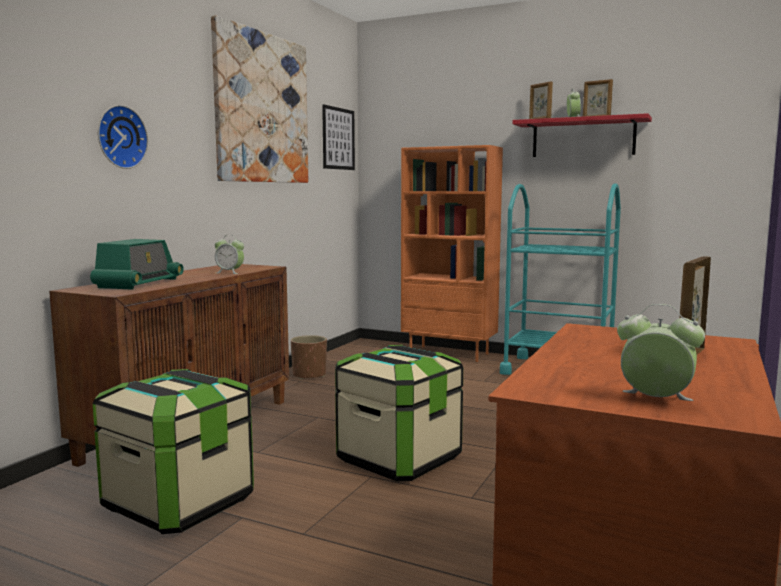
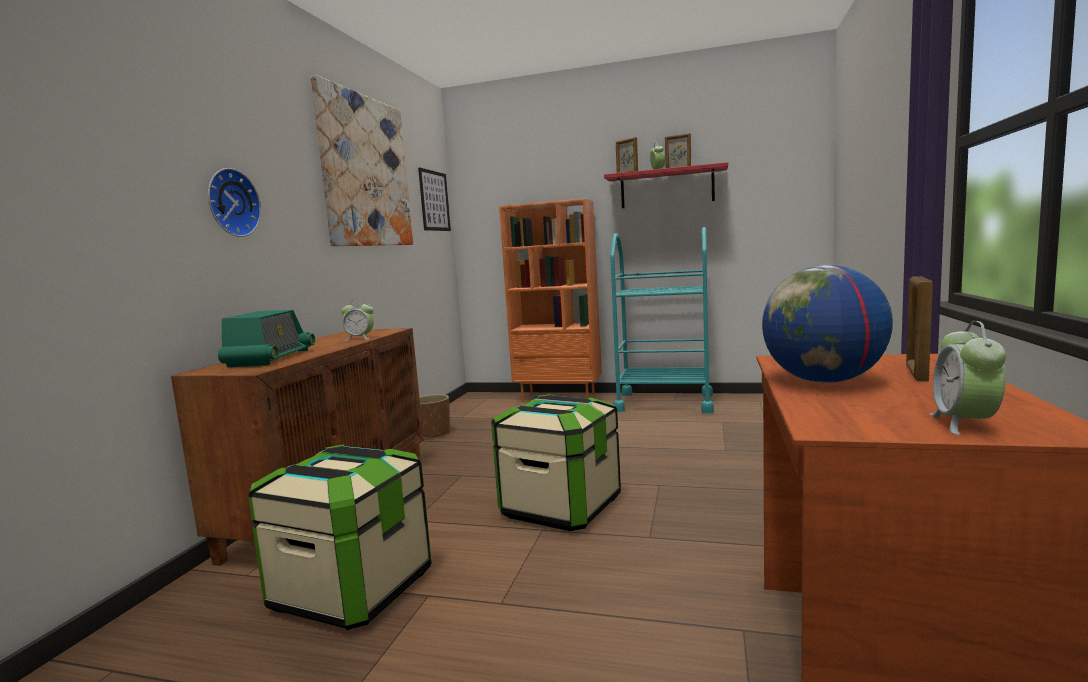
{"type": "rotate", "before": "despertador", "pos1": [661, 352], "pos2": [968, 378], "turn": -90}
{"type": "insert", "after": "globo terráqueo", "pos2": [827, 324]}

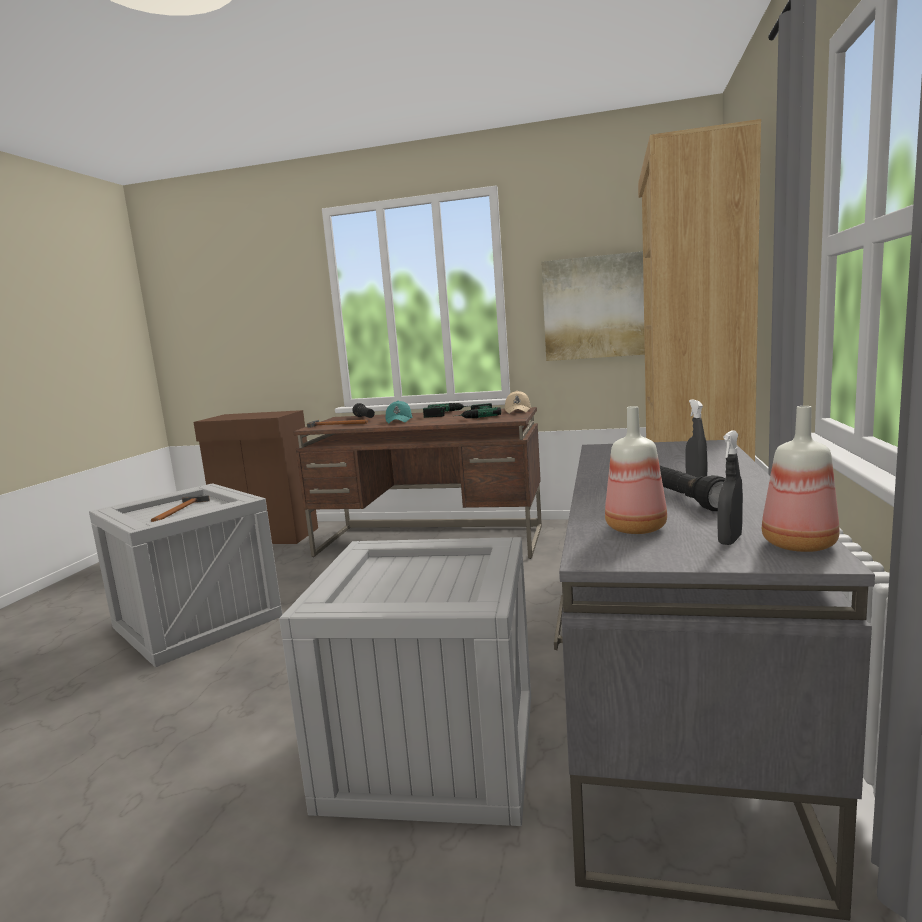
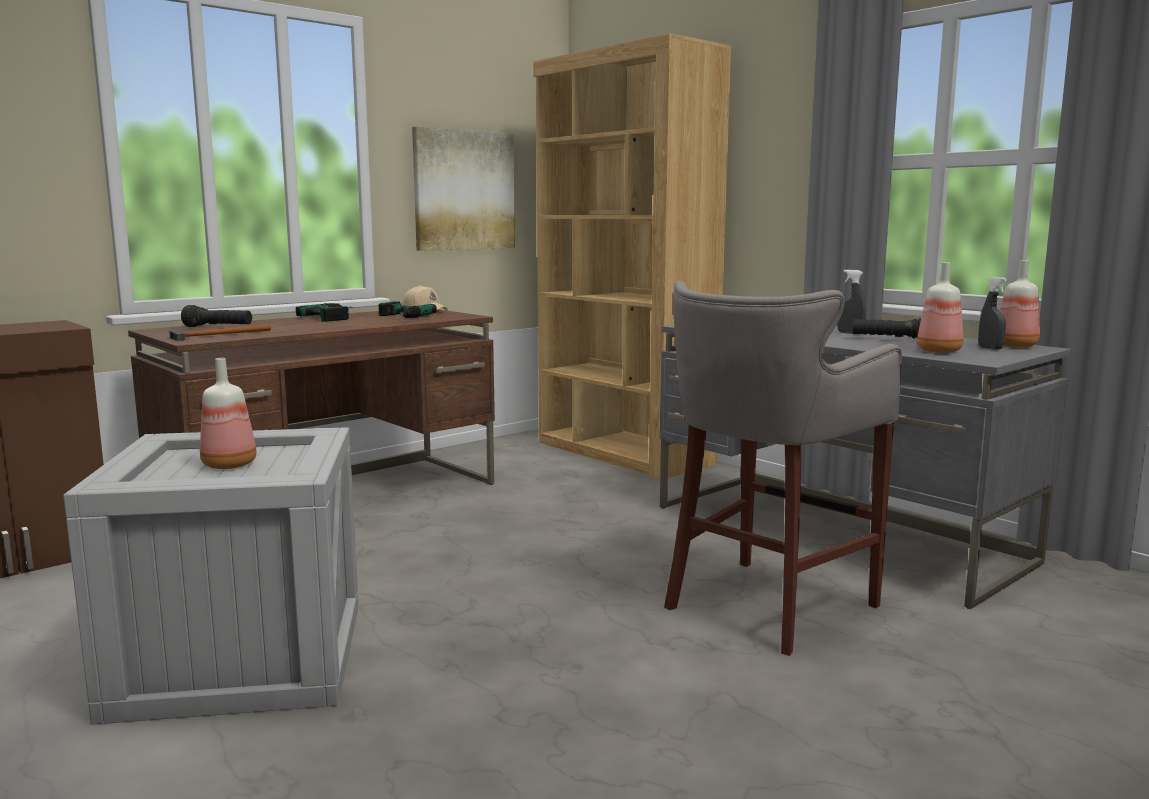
{"type": "delete", "before": "gorra/turquesa", "pos1": [398, 412]}
{"type": "replace", "before": "martillo", "after": "botella", "pos1": [180, 508], "pos2": [228, 413]}
{"type": "replace", "before": "caja de embalaje", "after": "taburete/gris", "pos1": [405, 681], "pos2": [783, 468]}

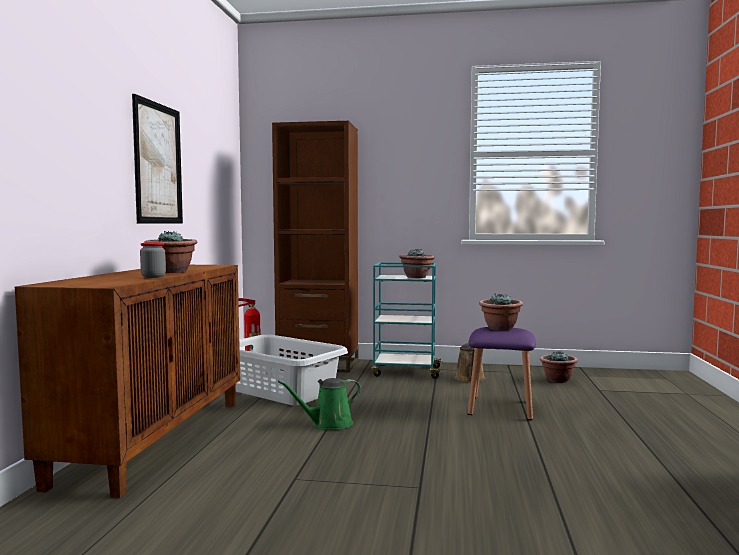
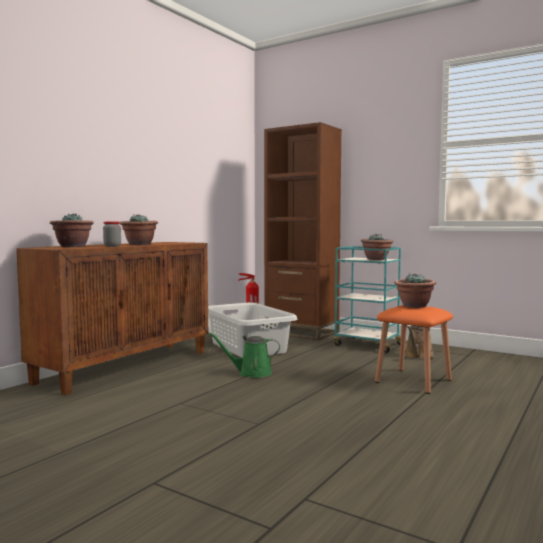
{"type": "delete", "before": "cuadro", "pos1": [157, 158]}
{"type": "recolor", "before": "taburete/morado", "after": "taburete/naranja", "pos1": [502, 373], "pos2": [414, 349]}
{"type": "move", "before": "planta en maceta", "pos1": [559, 367], "pos2": [72, 230]}

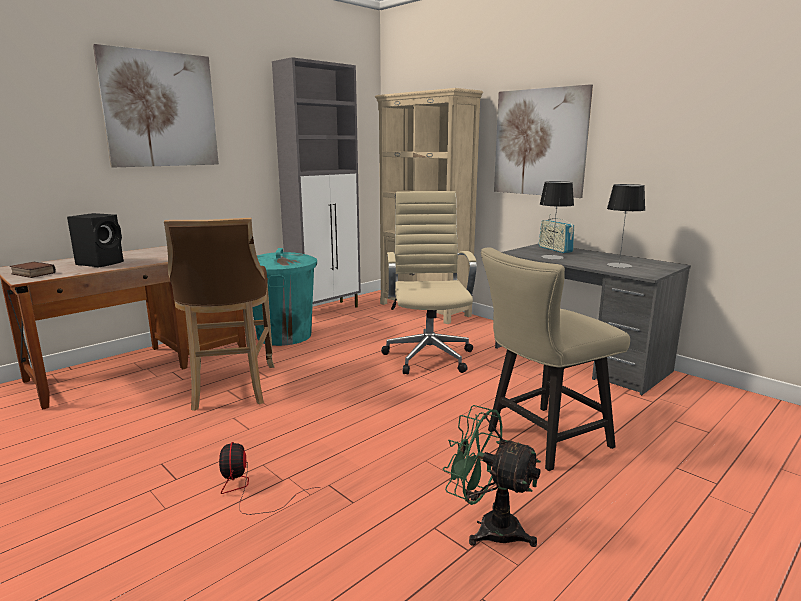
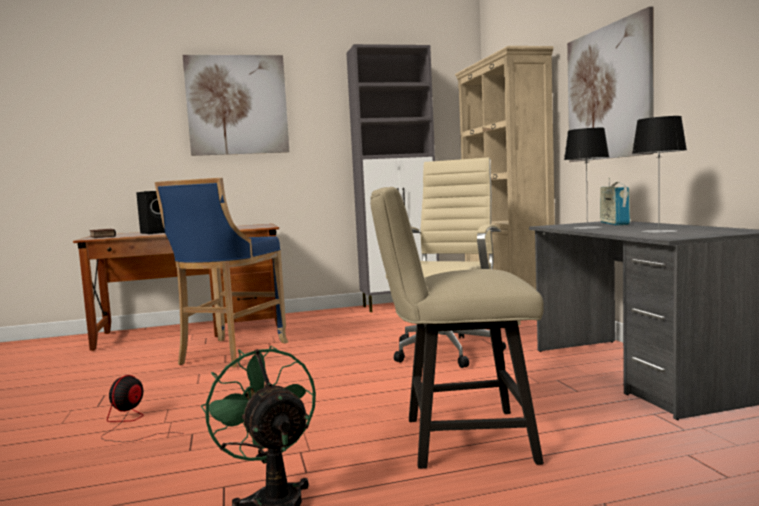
{"type": "recolor", "before": "taburete/marrón", "after": "taburete/azul", "pos1": [219, 314], "pos2": [221, 273]}
{"type": "delete", "before": "papelera/turquesa", "pos1": [284, 297]}

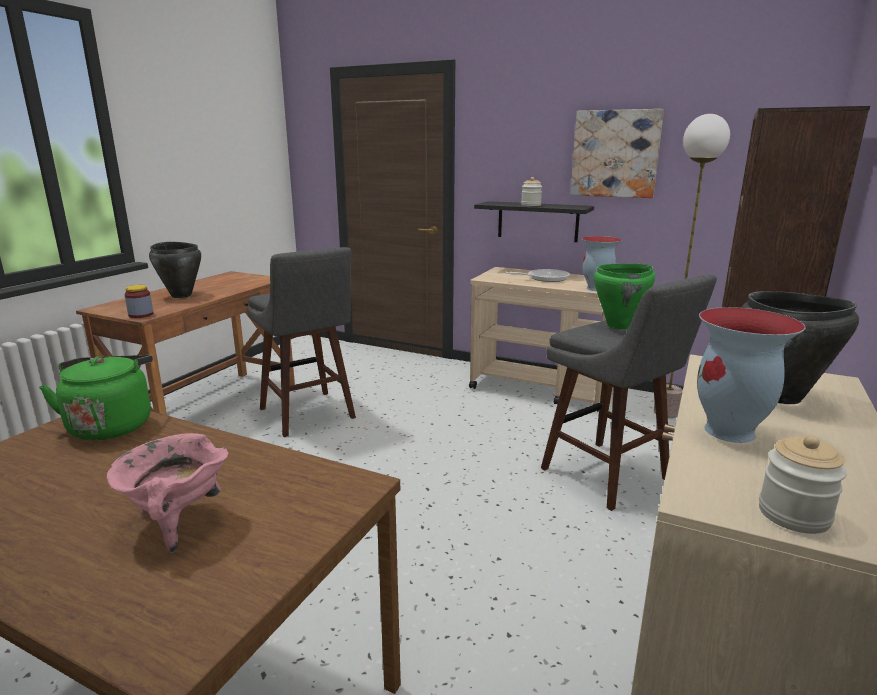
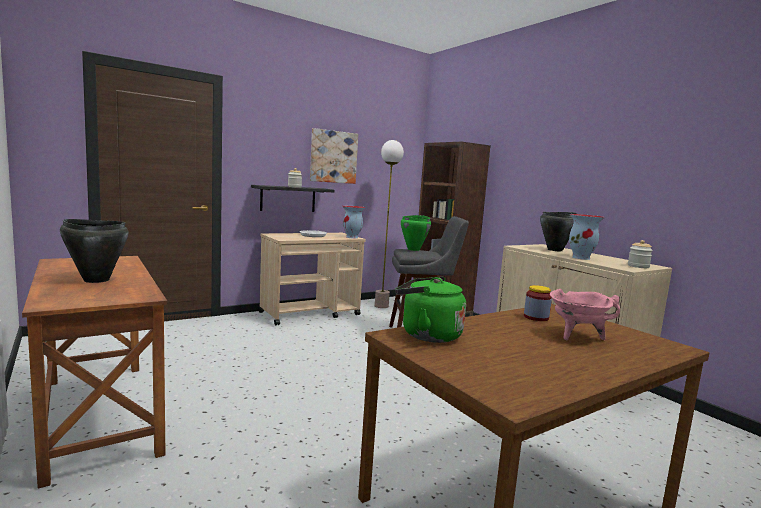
{"type": "delete", "before": "taburete/gris", "pos1": [302, 342]}
{"type": "move", "before": "tarro", "pos1": [138, 301], "pos2": [538, 303]}

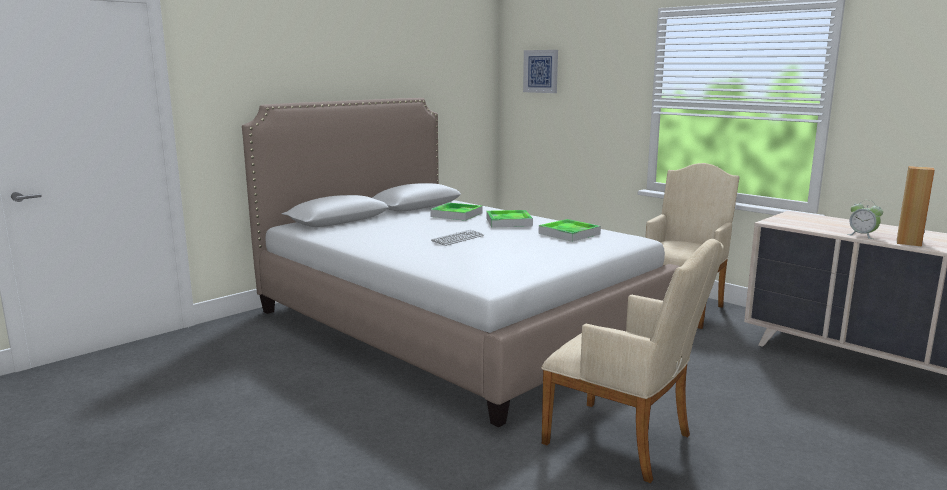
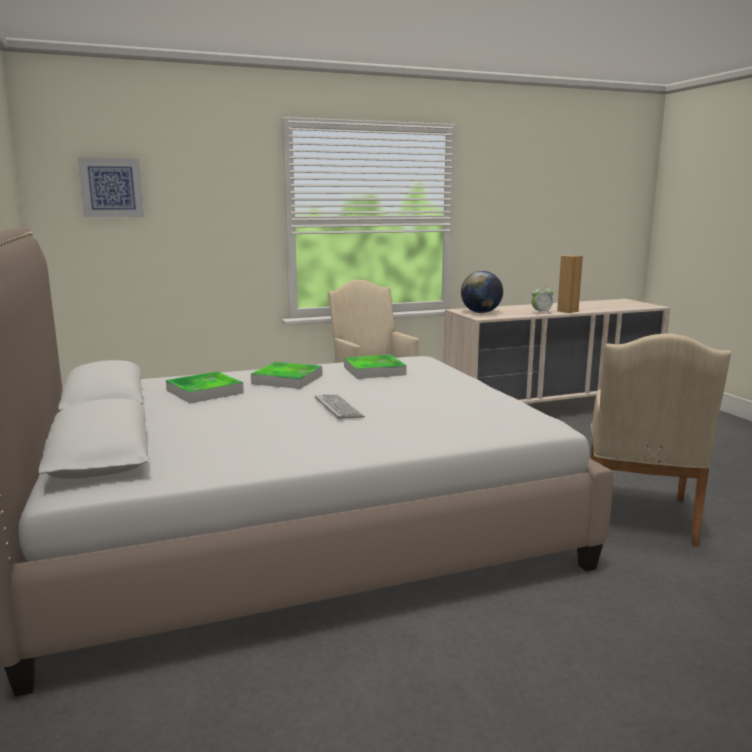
{"type": "rotate", "before": "sillón/beis", "pos1": [632, 361], "pos2": [661, 440], "turn": 135}
{"type": "insert", "after": "globo terráqueo", "pos2": [482, 292]}

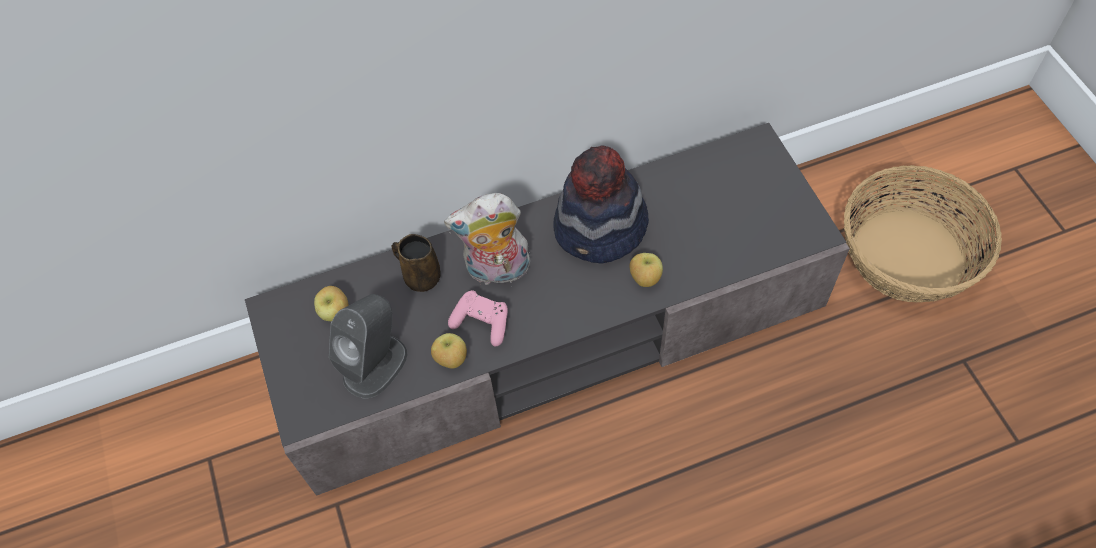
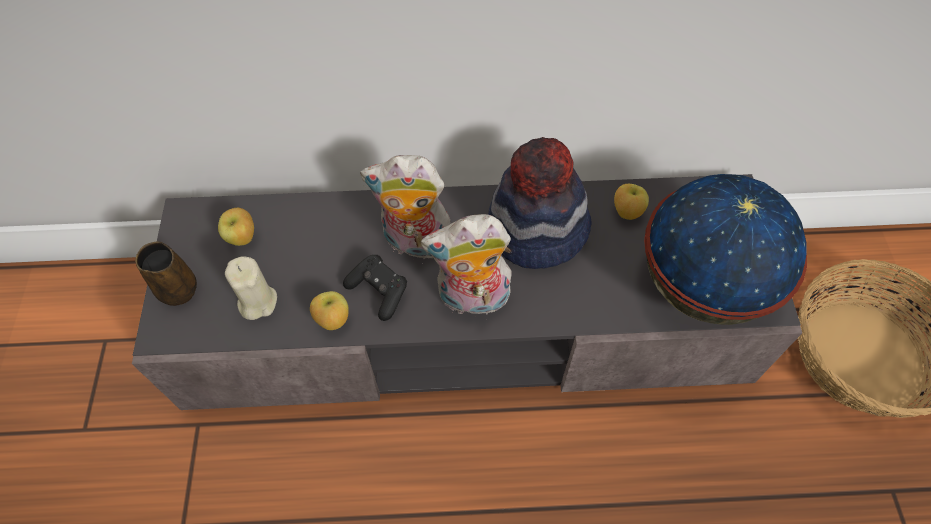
{"type": "move", "before": "taza grande/marrón", "pos1": [416, 263], "pos2": [166, 273]}
{"type": "move", "before": "manzana", "pos1": [646, 270], "pos2": [631, 202]}
{"type": "recolor", "before": "mando de consola/rosa", "after": "mando de consola/negro", "pos1": [478, 318], "pos2": [375, 288]}
{"type": "replace", "before": "altavoz/gris", "after": "vela/beis", "pos1": [368, 346], "pos2": [251, 288]}
{"type": "insert", "after": "globo terráqueo", "pos2": [725, 249]}
{"type": "insert", "after": "peluche", "pos2": [467, 264]}

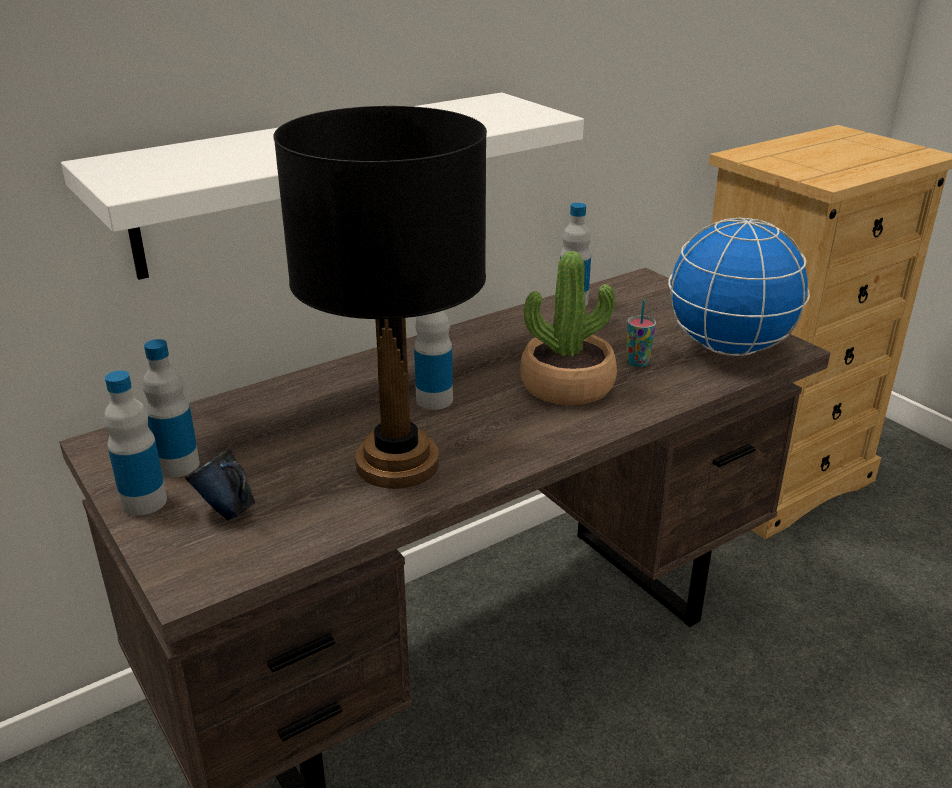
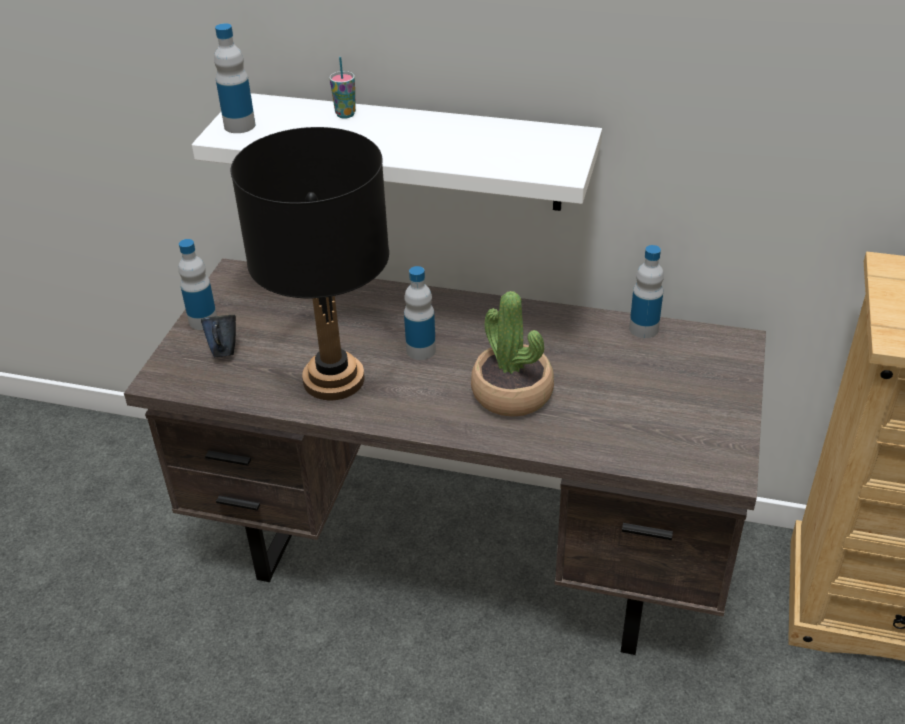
{"type": "delete", "before": "globo terráqueo", "pos1": [739, 286]}
{"type": "move", "before": "taza", "pos1": [641, 333], "pos2": [342, 88]}
{"type": "move", "before": "botella", "pos1": [171, 408], "pos2": [234, 78]}

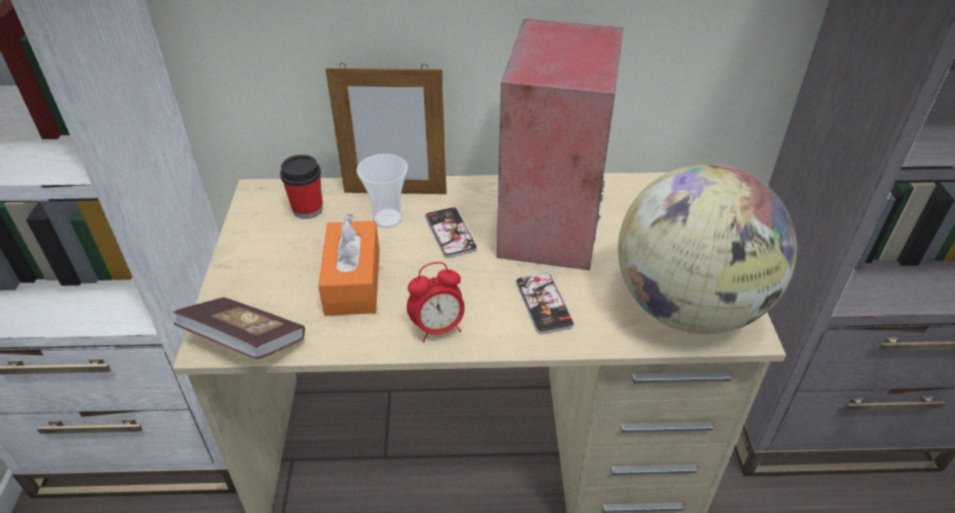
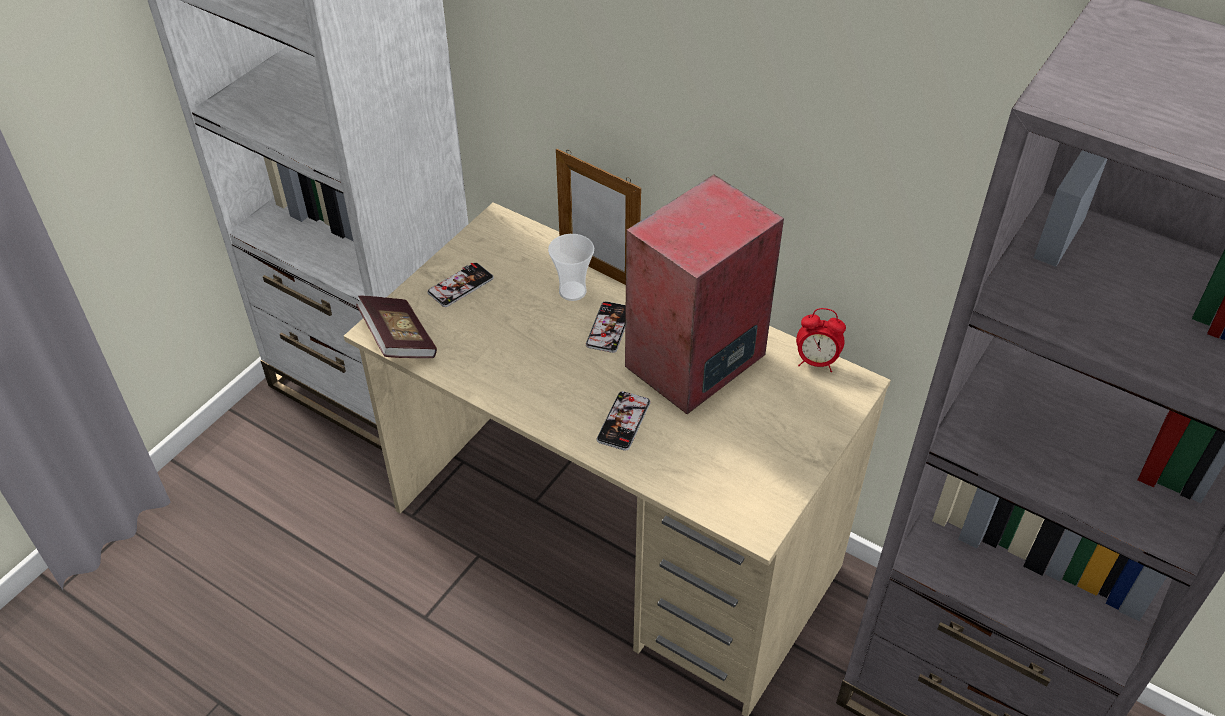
{"type": "delete", "before": "taza", "pos1": [301, 187]}
{"type": "delete", "before": "globo terráqueo", "pos1": [707, 249]}
{"type": "delete", "before": "caja de pañuelos/naranja", "pos1": [348, 265]}
{"type": "move", "before": "despertador", "pos1": [436, 302], "pos2": [821, 340]}
{"type": "insert", "after": "móvil", "pos2": [460, 285]}

